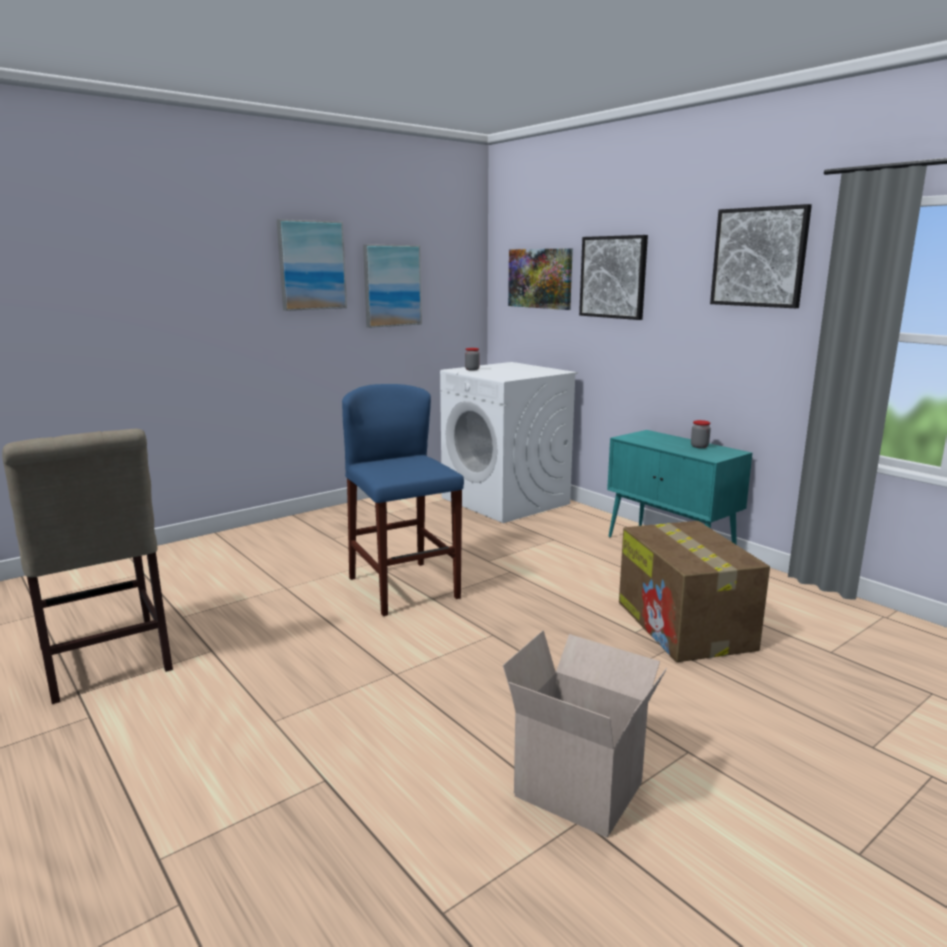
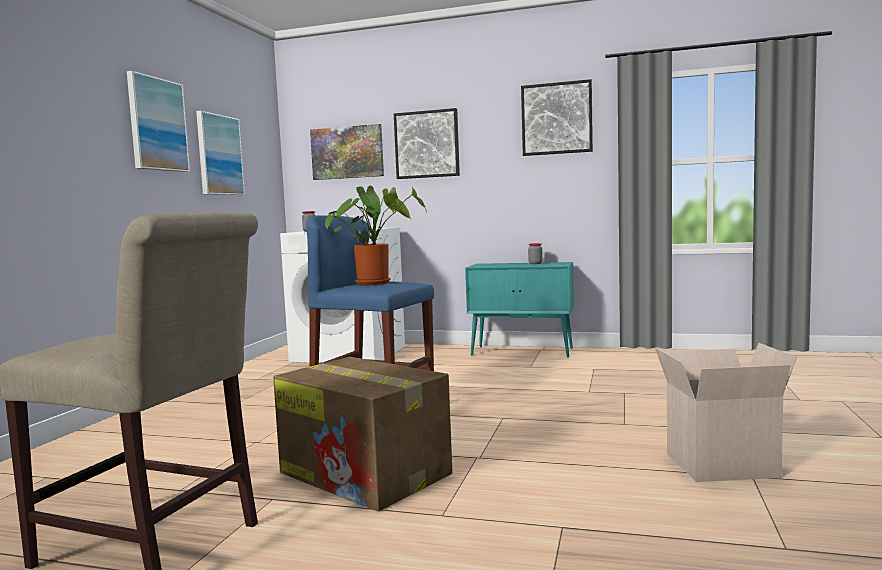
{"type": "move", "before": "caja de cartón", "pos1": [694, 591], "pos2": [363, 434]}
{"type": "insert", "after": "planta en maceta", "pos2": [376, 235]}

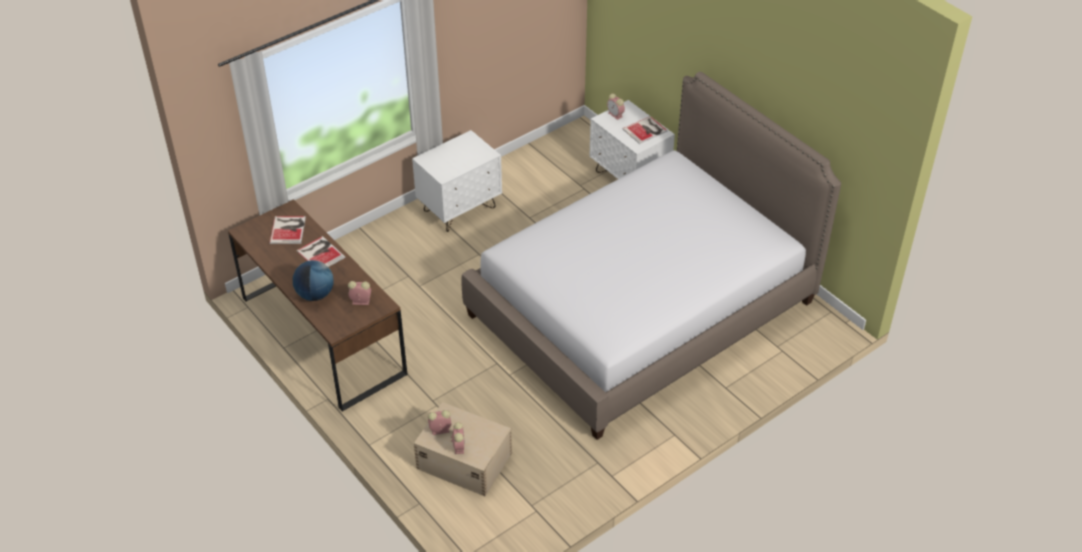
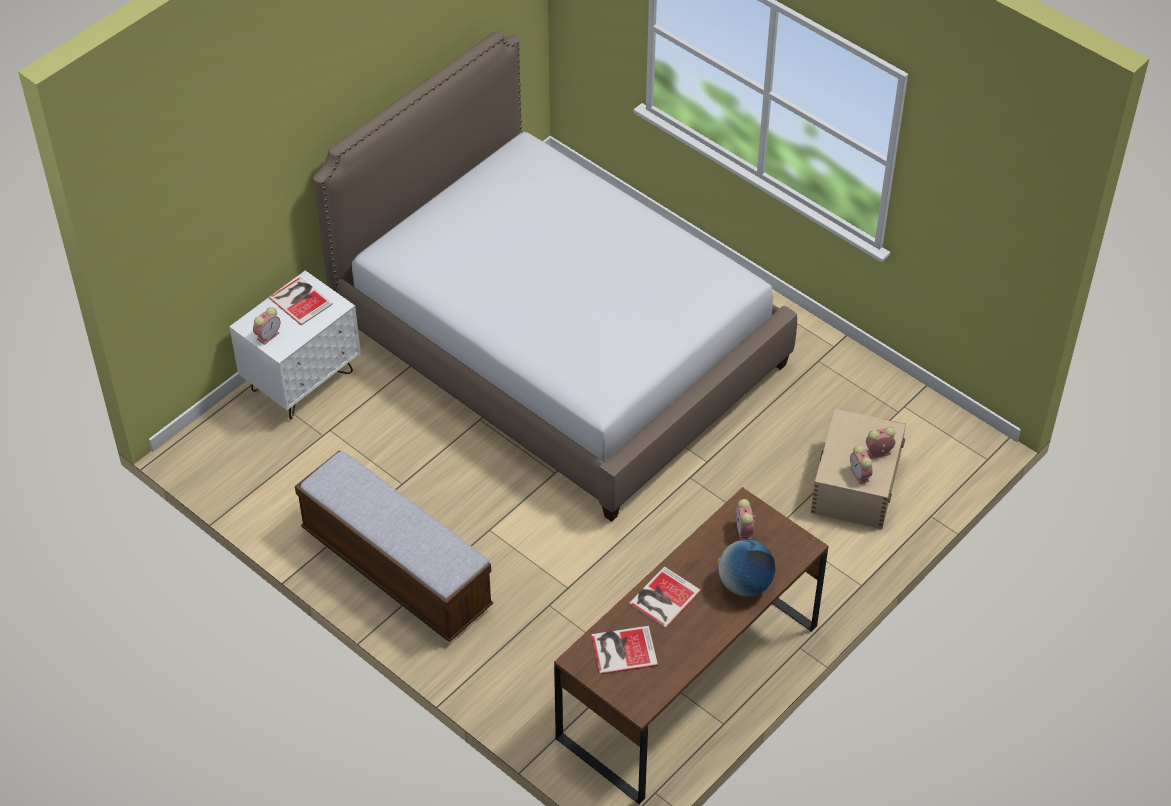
{"type": "replace", "before": "mesita de noche/blanco", "after": "banco", "pos1": [457, 181], "pos2": [394, 546]}

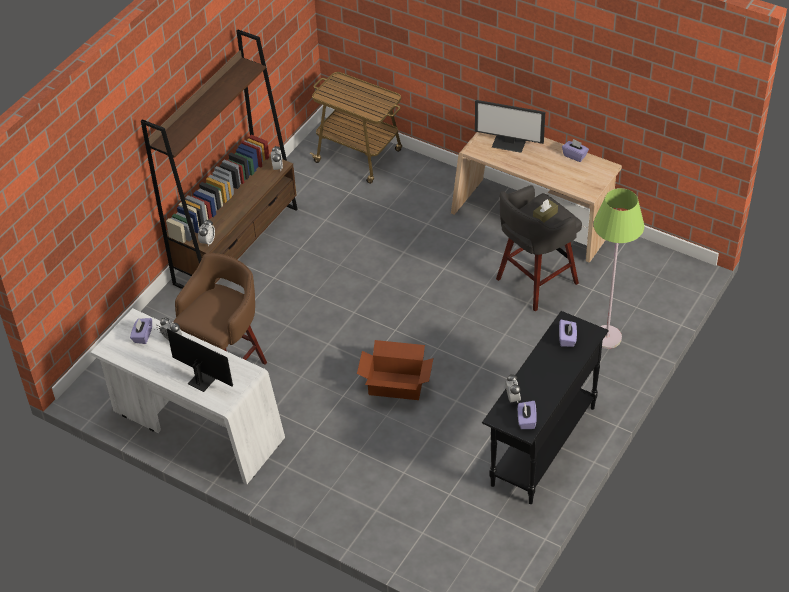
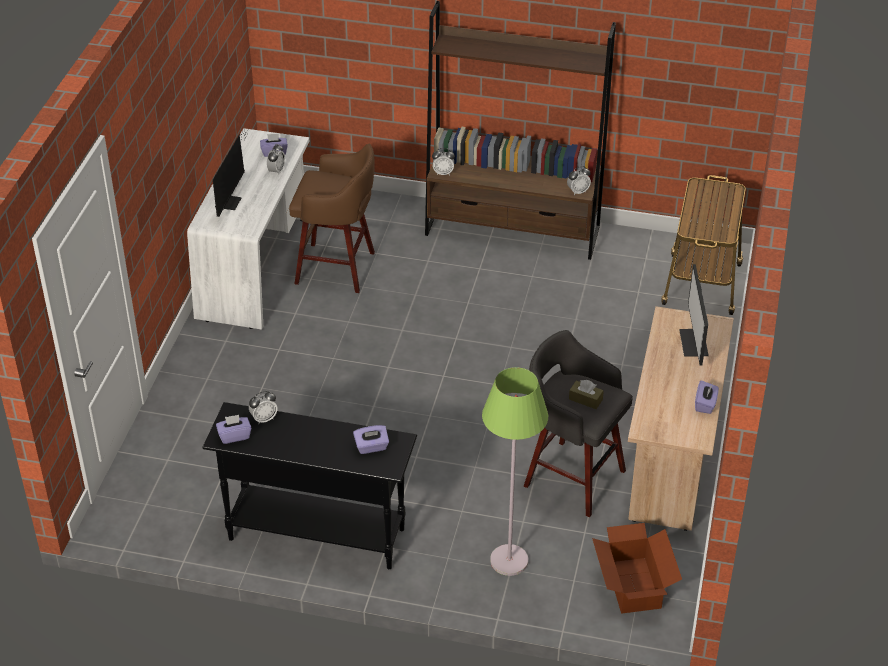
{"type": "move", "before": "caja de cartón", "pos1": [395, 370], "pos2": [637, 568]}

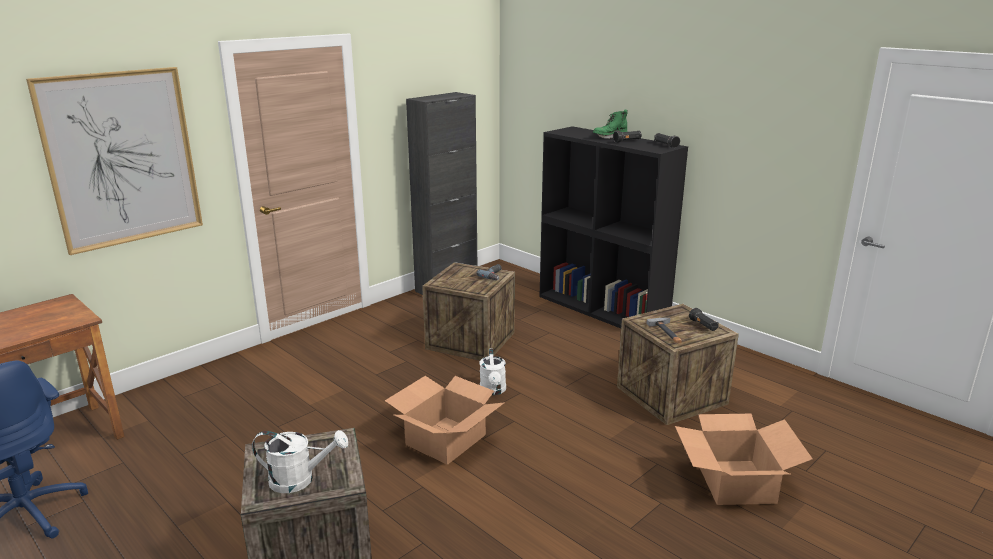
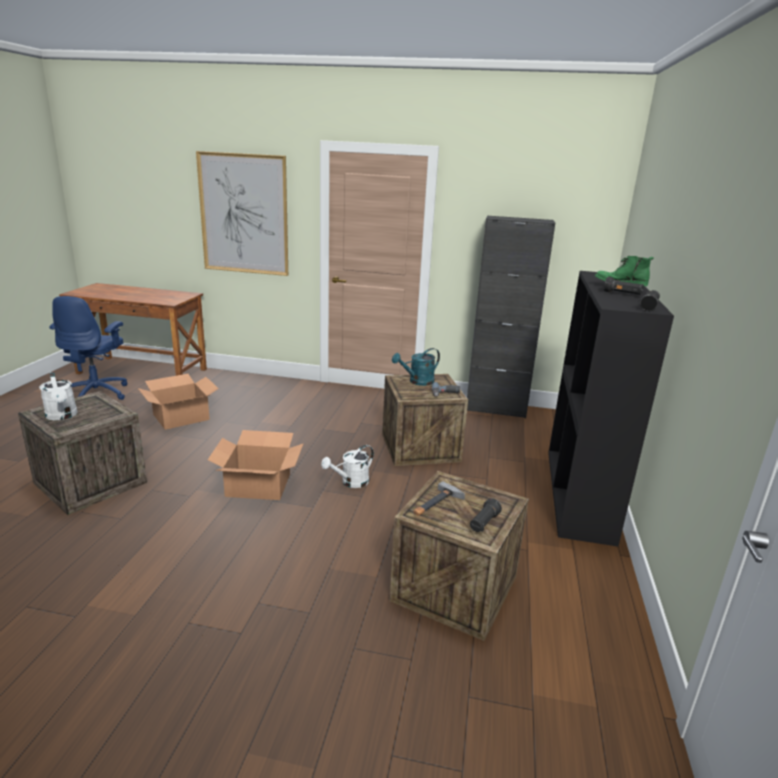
{"type": "move", "before": "caja de cartón", "pos1": [744, 459], "pos2": [178, 402]}
{"type": "insert", "after": "regadera/turquesa", "pos2": [416, 367]}

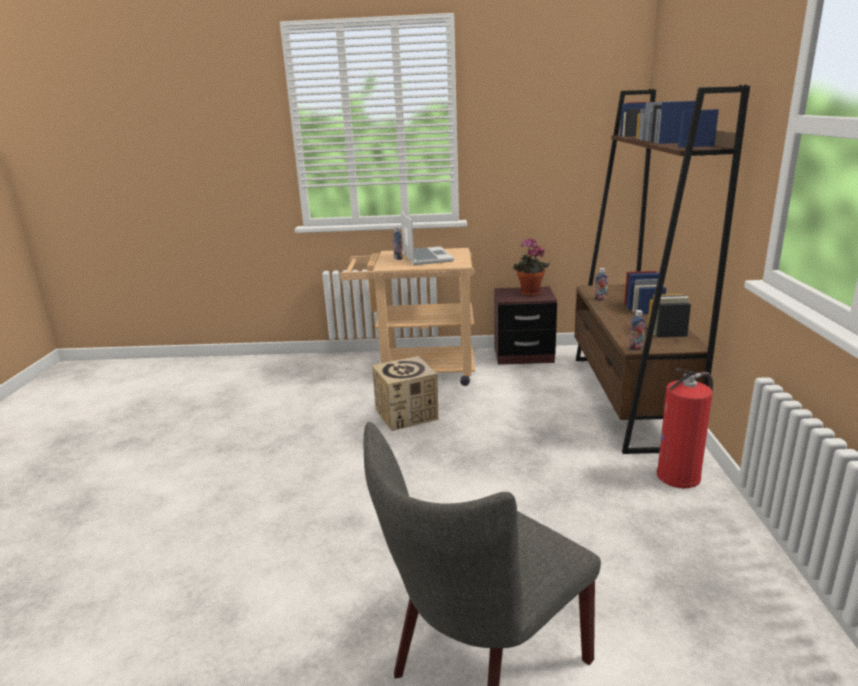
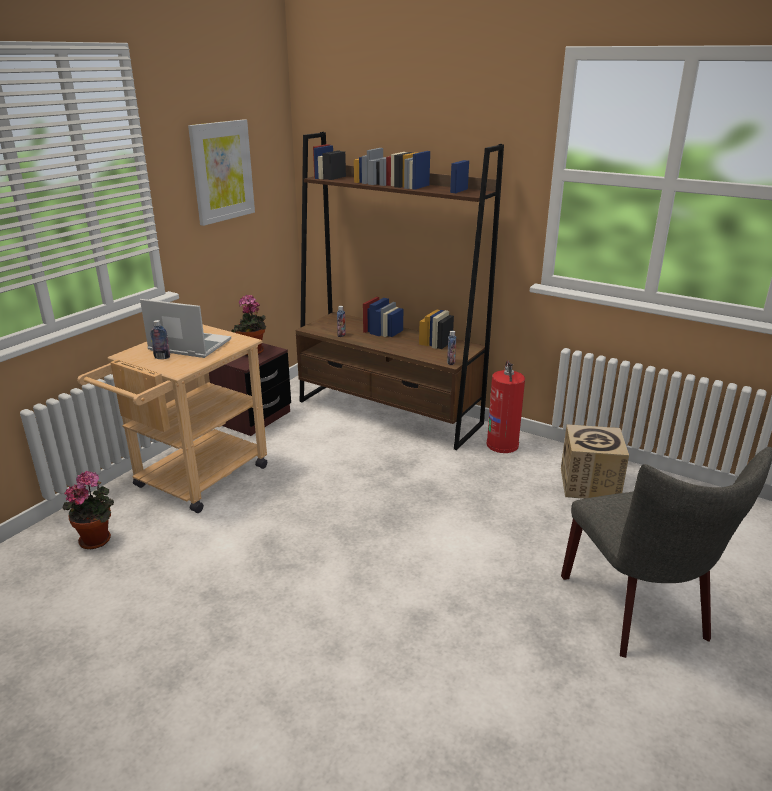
{"type": "move", "before": "caja de cartón", "pos1": [405, 393], "pos2": [595, 461]}
{"type": "insert", "after": "cuadro", "pos2": [221, 172]}
{"type": "insert", "after": "planta en maceta", "pos2": [88, 509]}

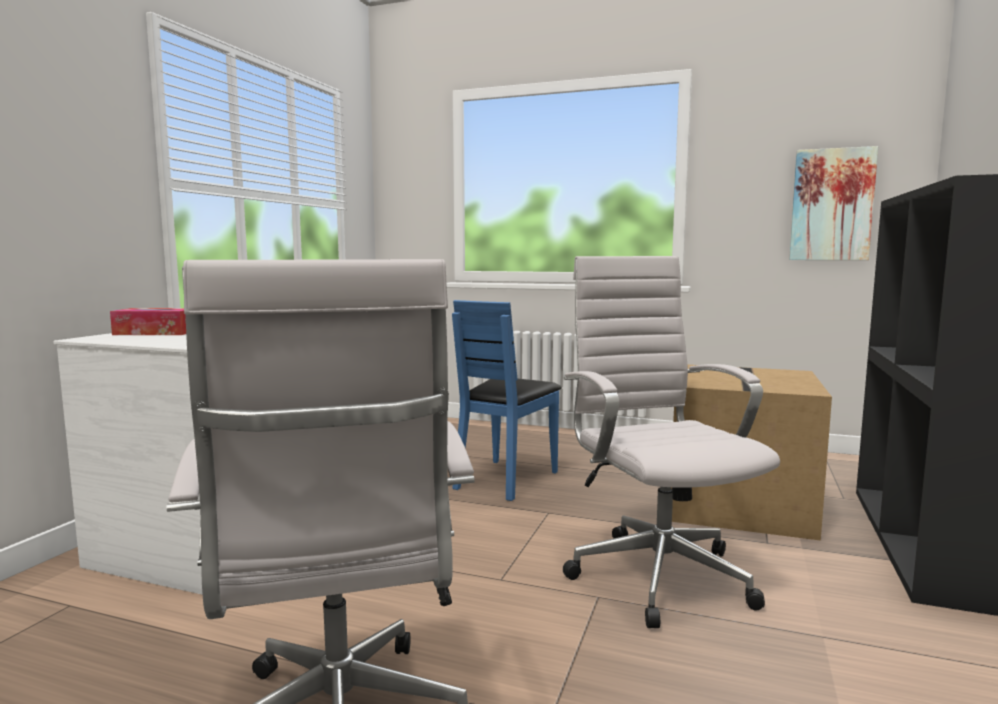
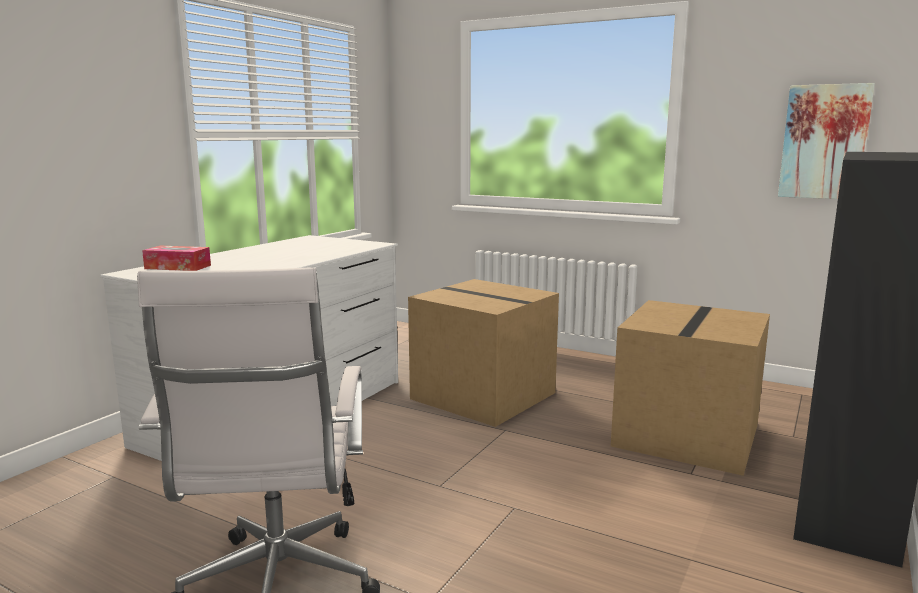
{"type": "delete", "before": "silla de oficina/blanco", "pos1": [671, 442]}
{"type": "replace", "before": "silla/azul", "after": "caja de cartón", "pos1": [507, 400], "pos2": [483, 353]}

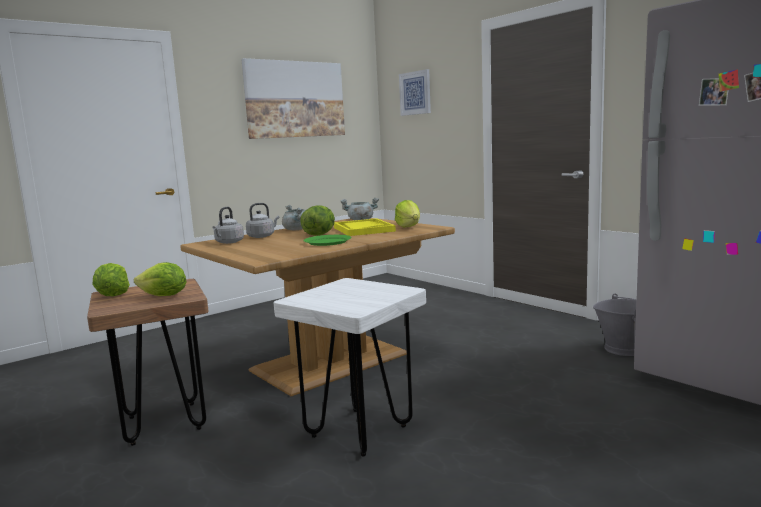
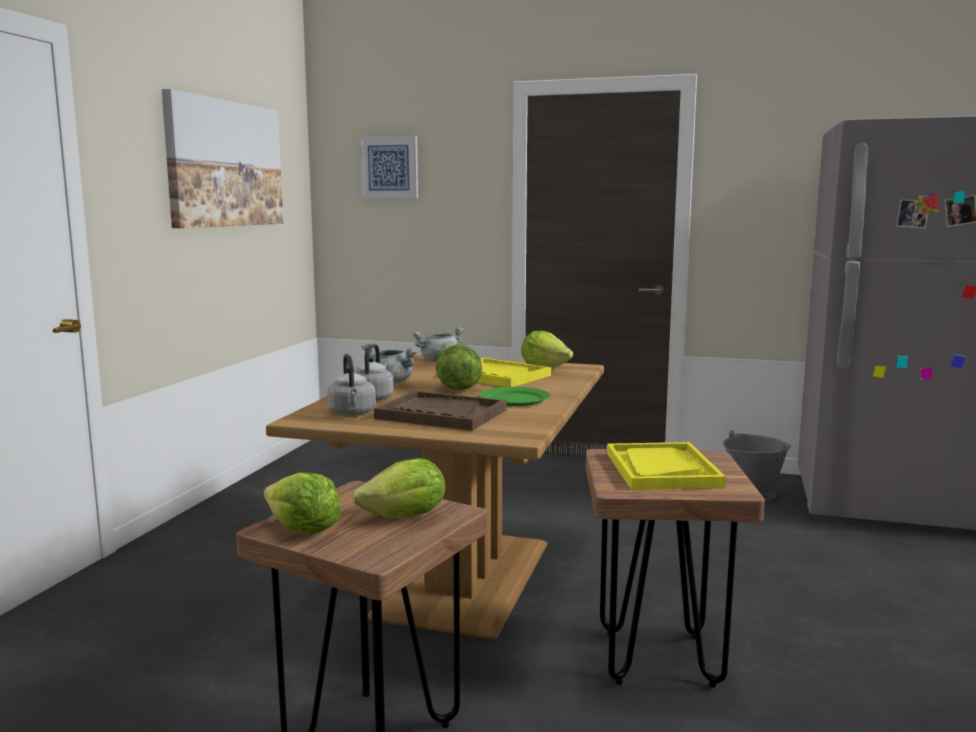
{"type": "recolor", "before": "taburete/blanco", "after": "taburete/marrón", "pos1": [349, 367], "pos2": [675, 568]}
{"type": "insert", "after": "bandeja/marrón", "pos2": [440, 411]}
{"type": "insert", "after": "bandeja/amarillo", "pos2": [666, 466]}

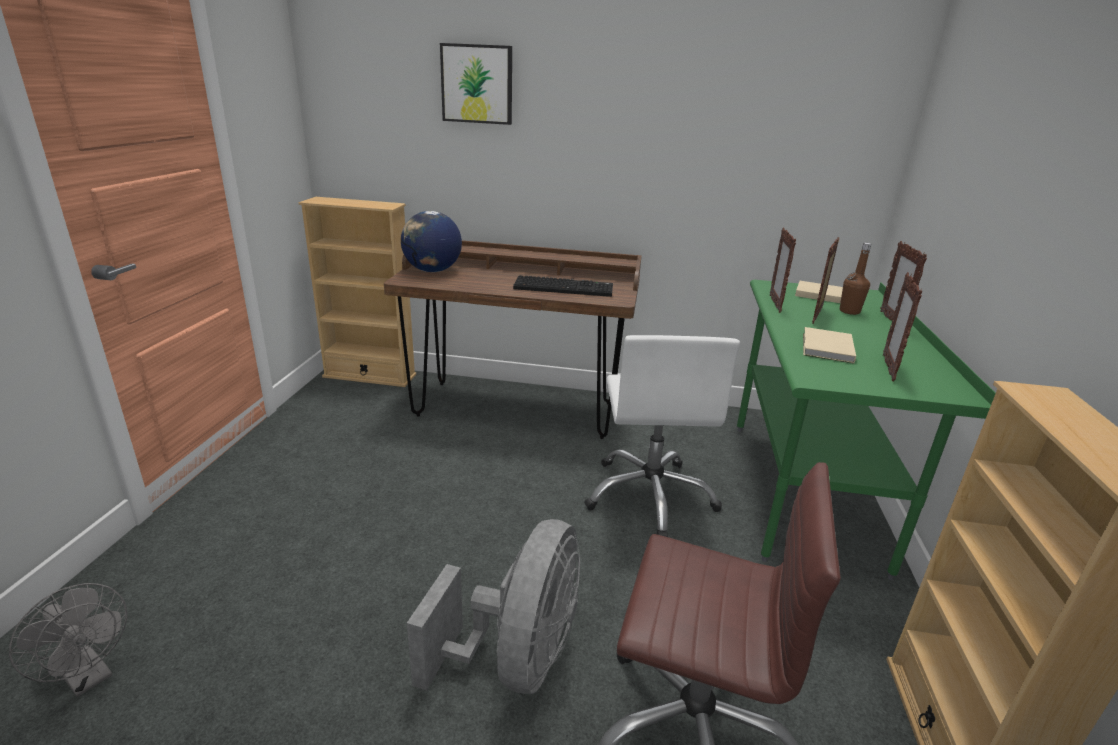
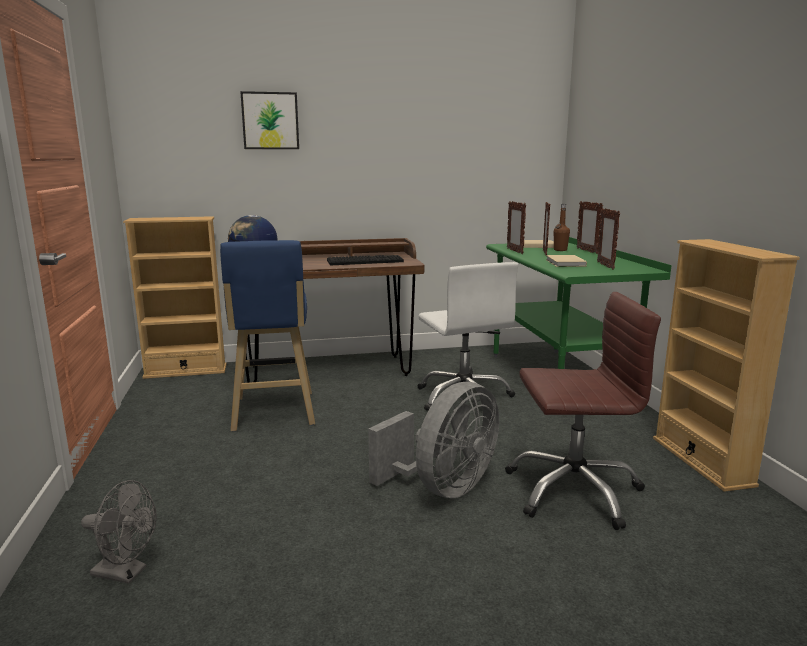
{"type": "rotate", "before": "ventilador/gris", "pos1": [493, 606], "pos2": [433, 440], "turn": 45}
{"type": "insert", "after": "taburete/azul", "pos2": [267, 336]}

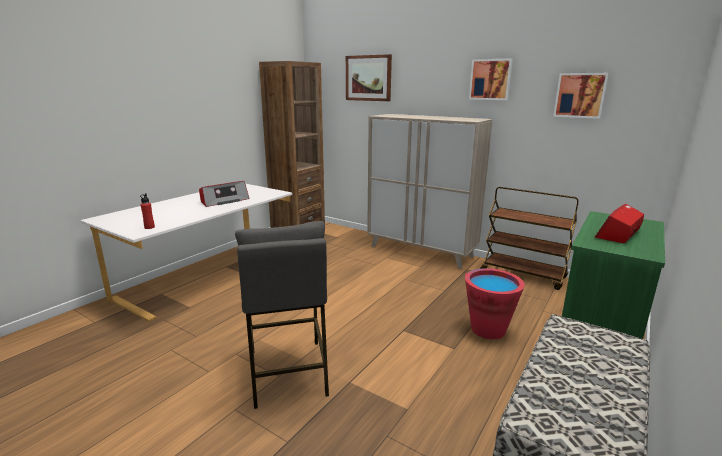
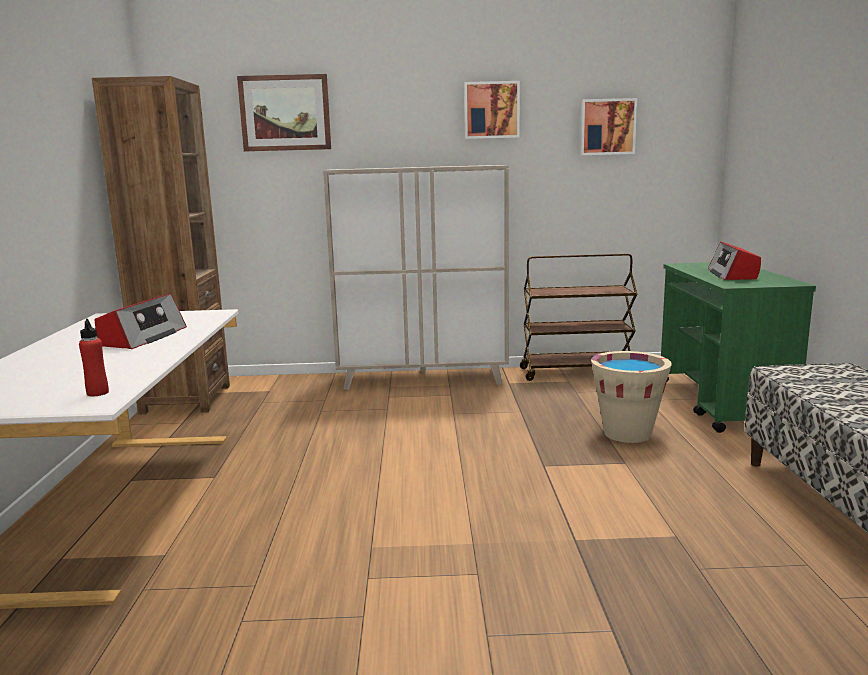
{"type": "delete", "before": "taburete/gris", "pos1": [282, 315]}
{"type": "recolor", "before": "cubo/rojo", "after": "cubo/beis", "pos1": [495, 303], "pos2": [631, 397]}

